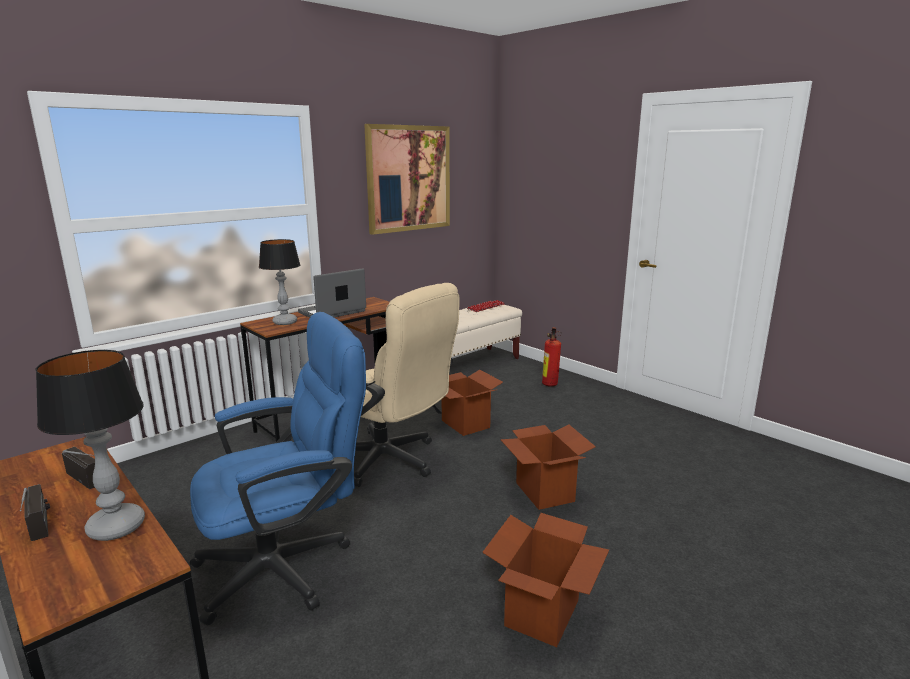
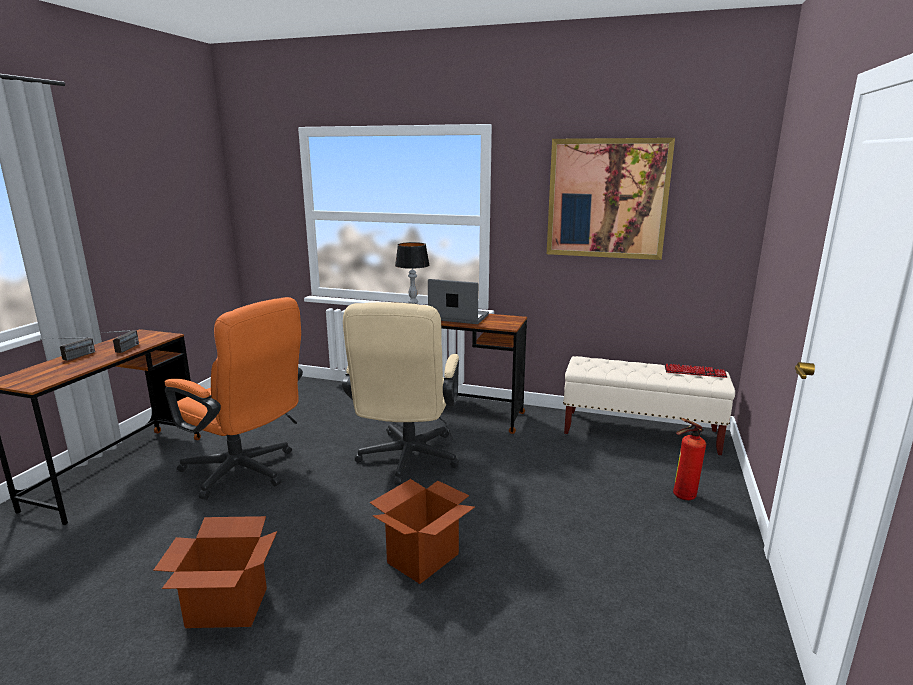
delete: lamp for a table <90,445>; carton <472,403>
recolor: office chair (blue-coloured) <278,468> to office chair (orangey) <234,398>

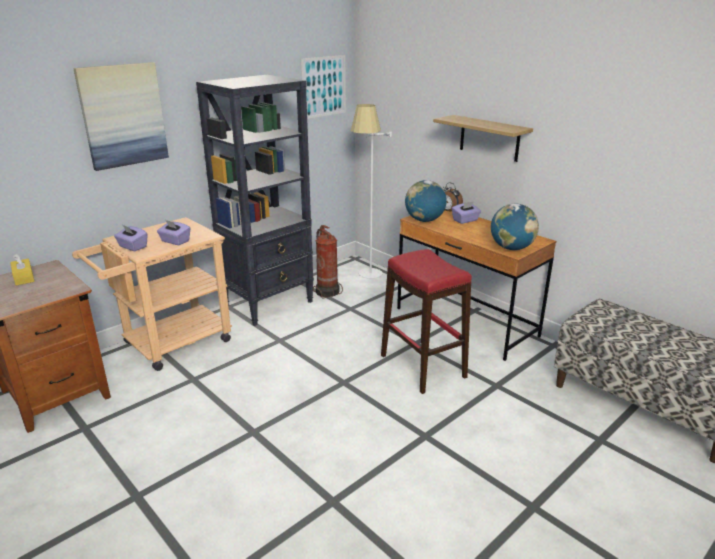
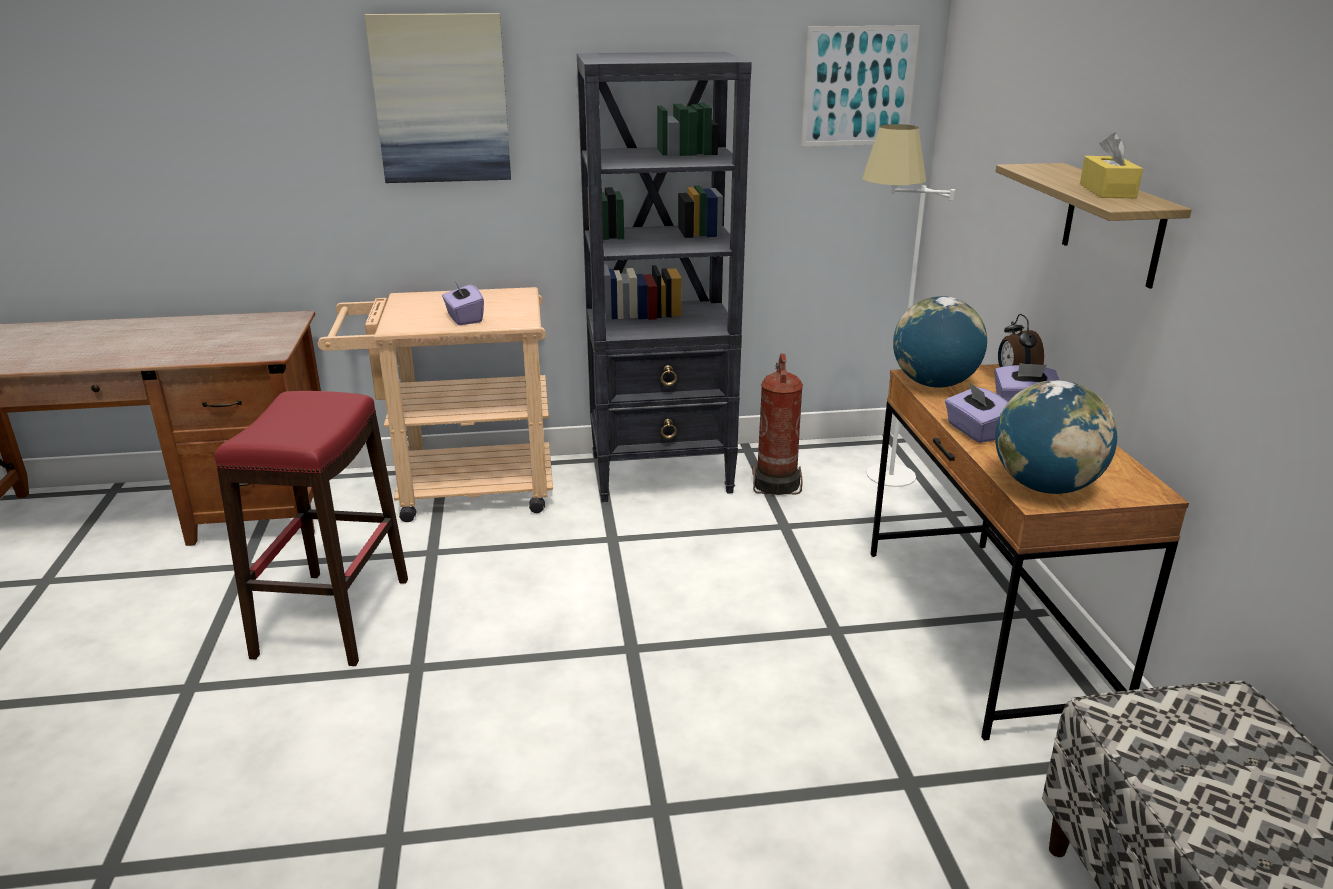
move: box of tissues (yellowish) <22,269> to <1111,165>; box of tissues (purplish) <130,238> to <976,412>; stool seat (red) <426,321> to <311,528>

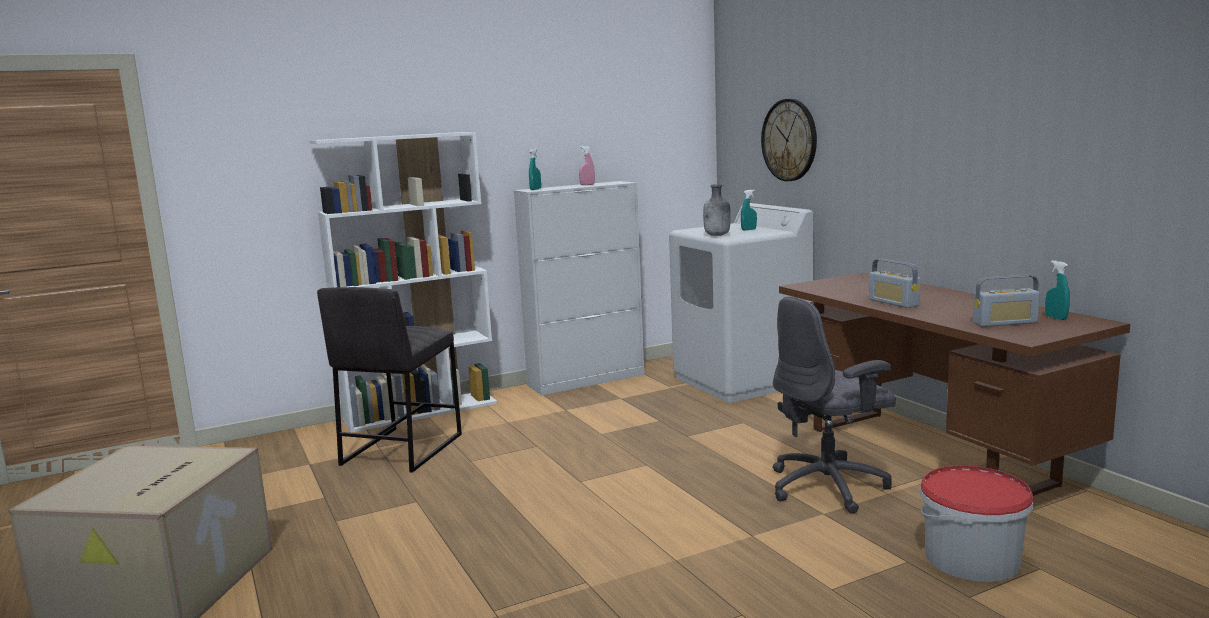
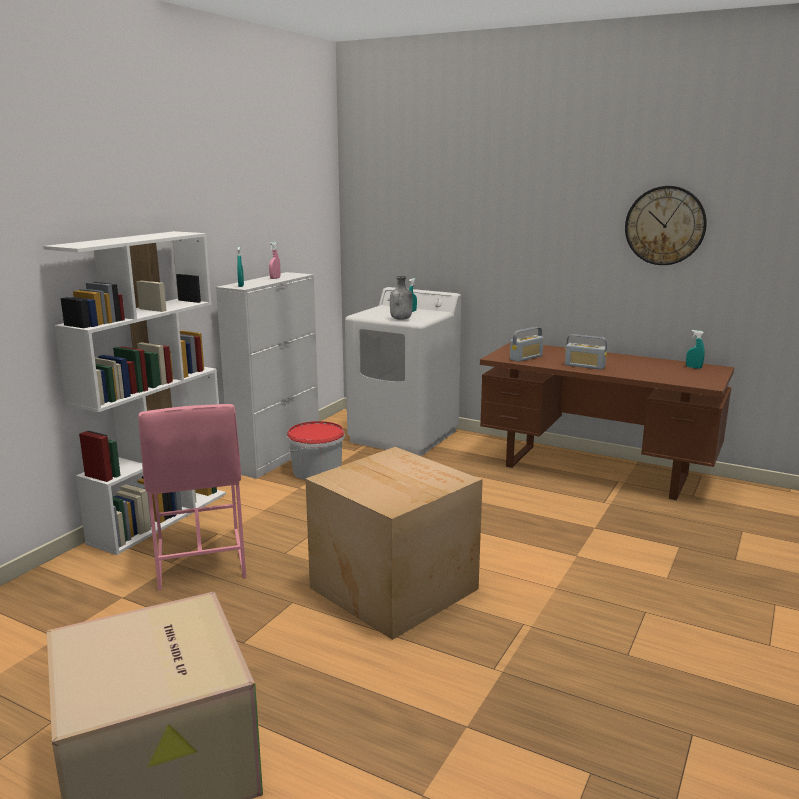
delete: office chair (greyish) <834,405>
insert: carton <394,543>
move: hanging clock <789,140> to <666,225>; water bucket <977,524> to <316,450>; radio set <1006,301> to <527,344>
recolor: stool seat (greyish) <389,380> to stool seat (pink-coloured) <192,497>

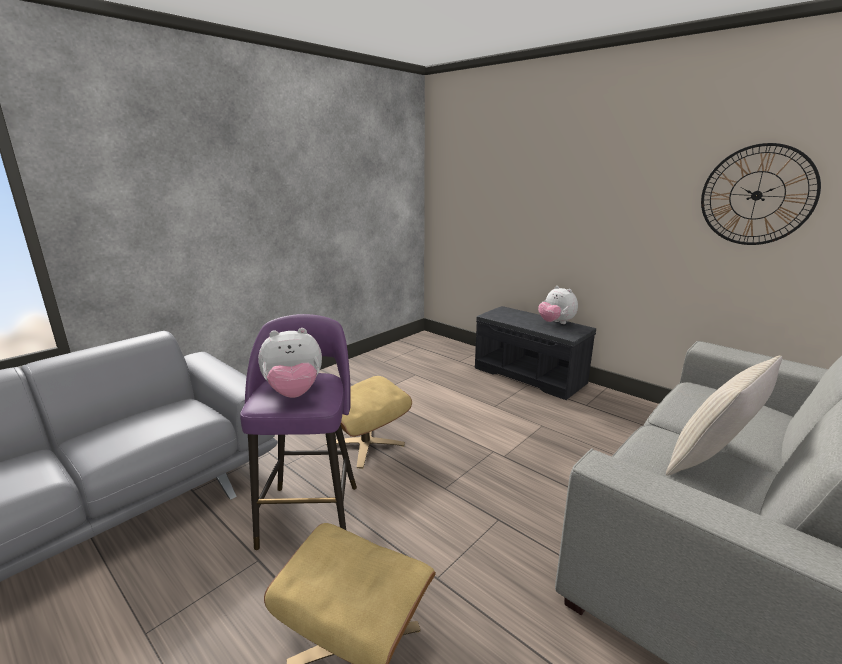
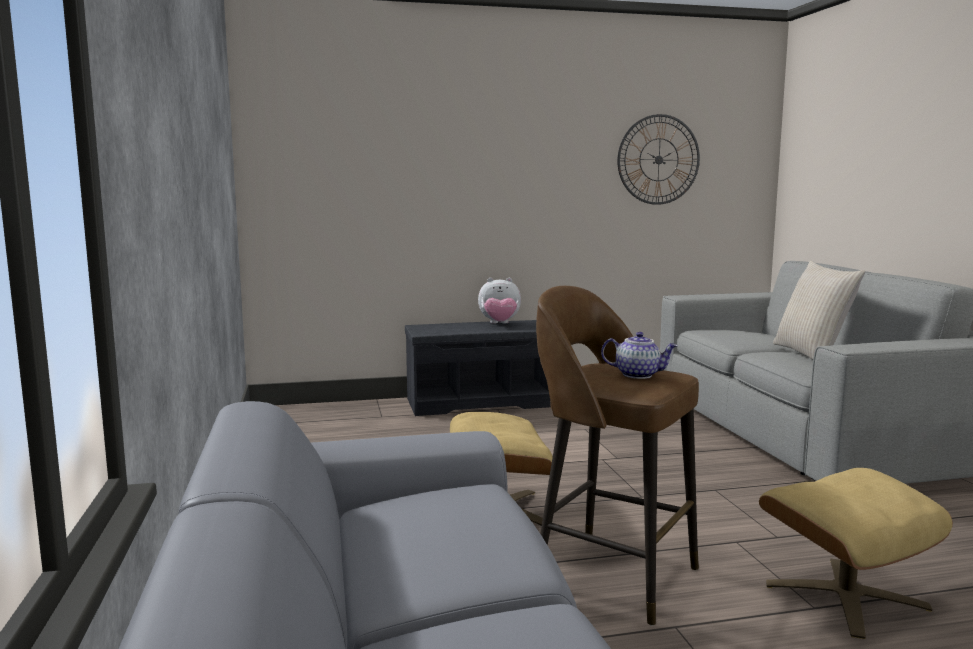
replace: cuddly toy <290,363> to pot for tea <639,355>
recolor: stool seat (purplish) <298,432> to stool seat (brownish) <617,456>

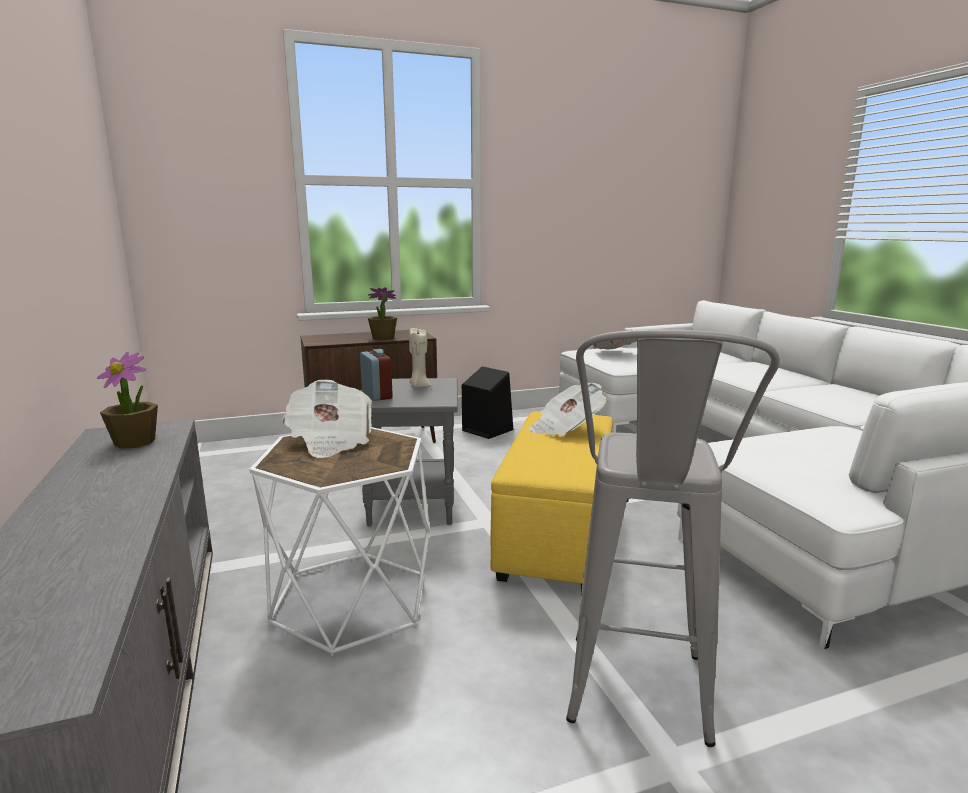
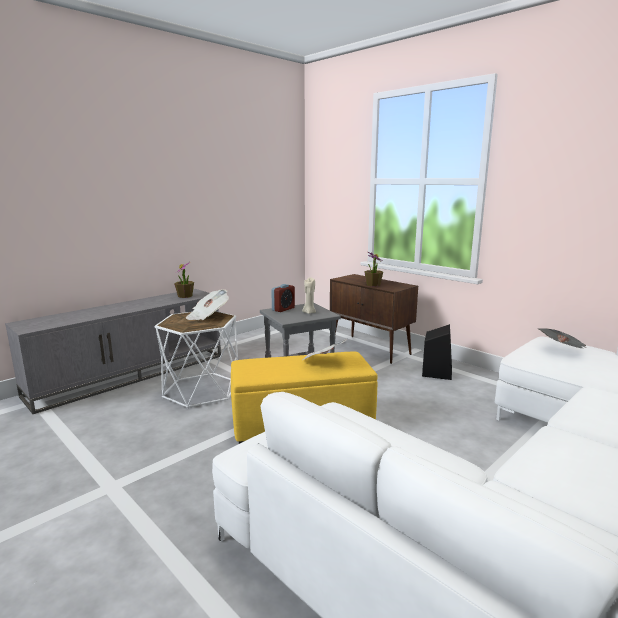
delete: stool seat (greyish) <673,538>

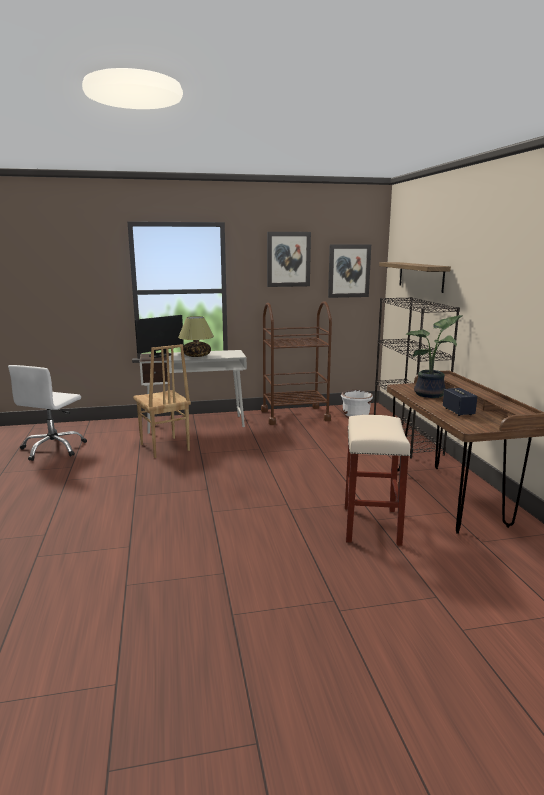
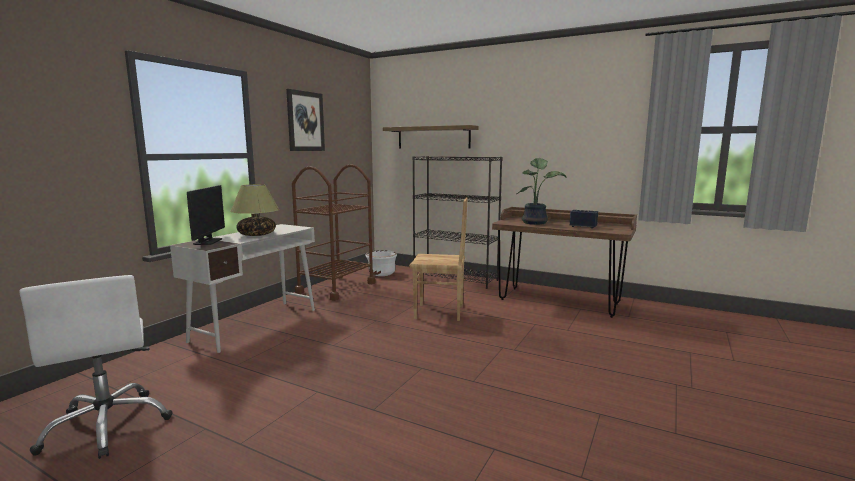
delete: wall picture <349,271>; stool seat (sand-coloured) <377,480>
move: plain chair (brownish) <162,401> to <438,259>

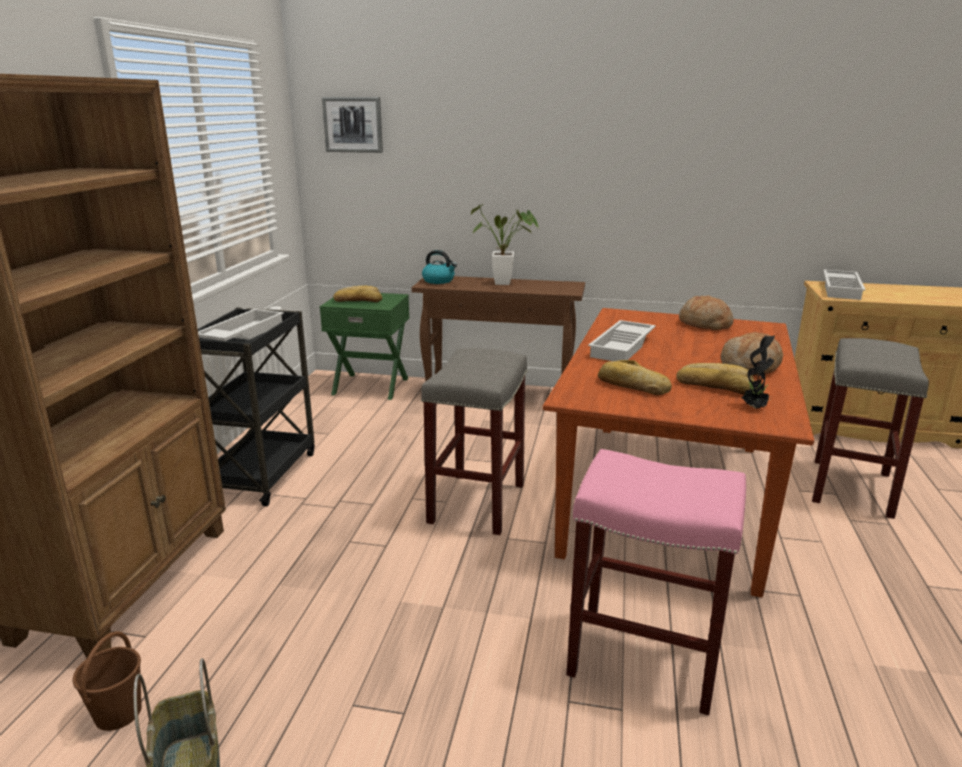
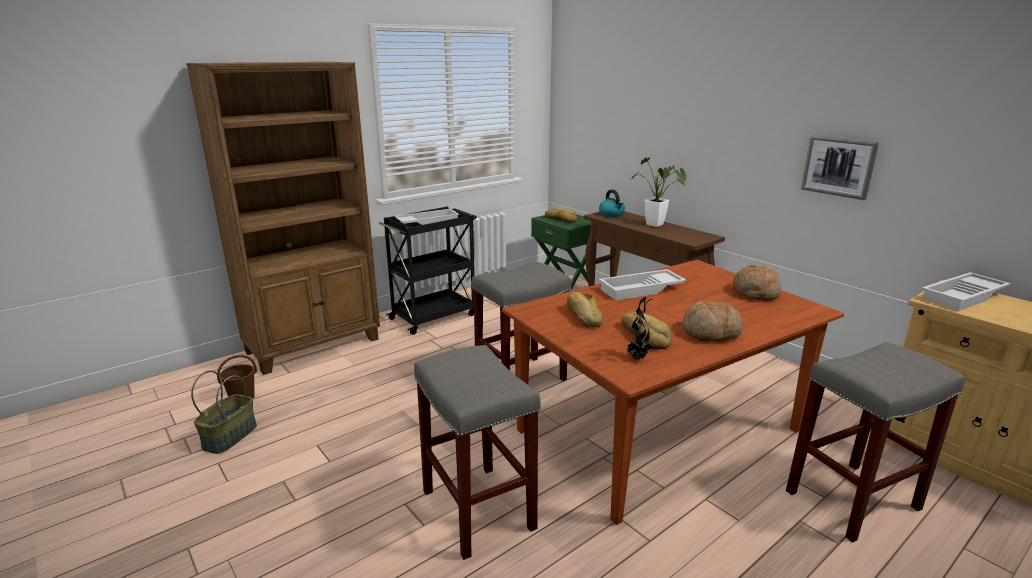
move: wall picture <352,125> to <840,167>
recolor: stool seat (pink-coloured) <656,582> to stool seat (greyish) <477,452>

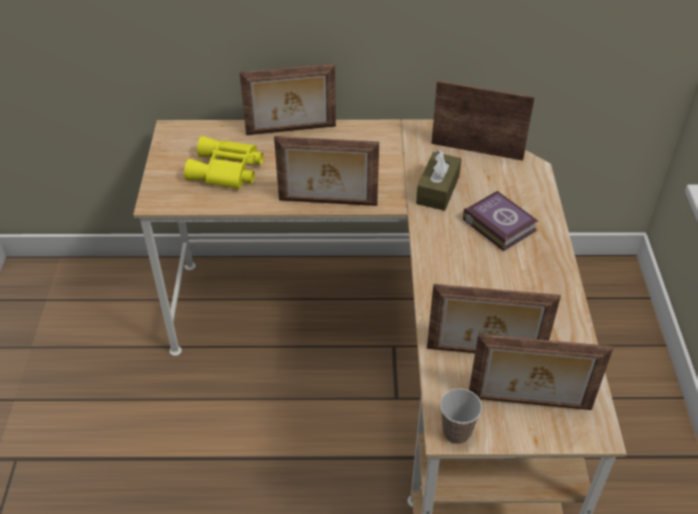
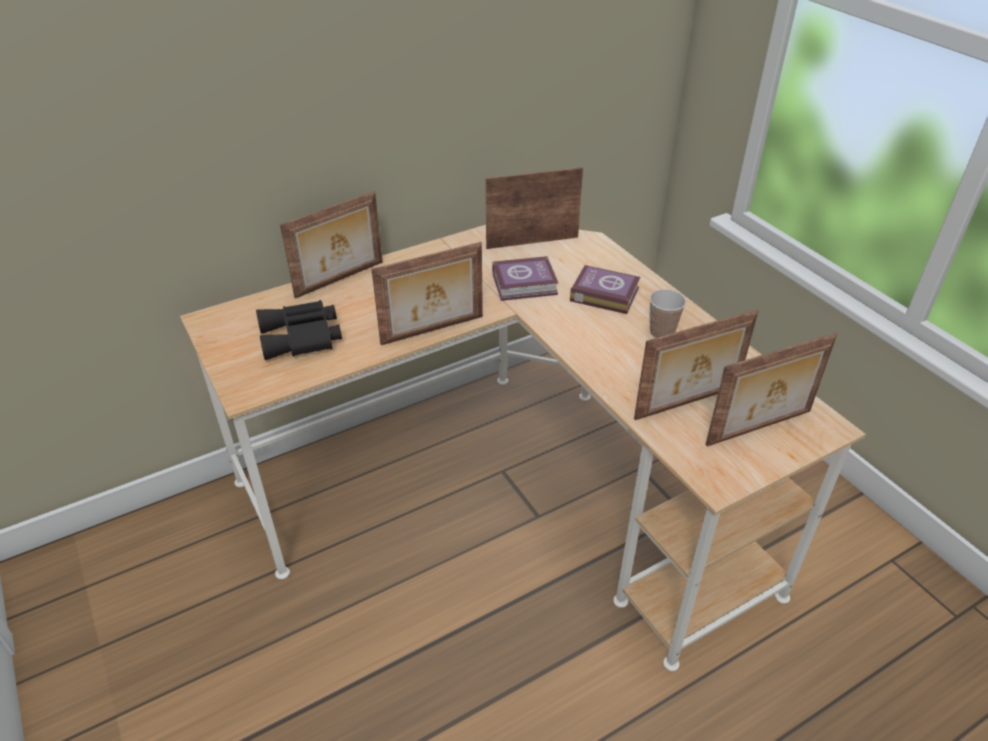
move: drinking cup <461,416> to <667,313>
replace: box of tissues (brownish) <438,180> to book <525,278>
recolor: binoculars (yellowish) <223,163> to binoculars (black) <299,330>

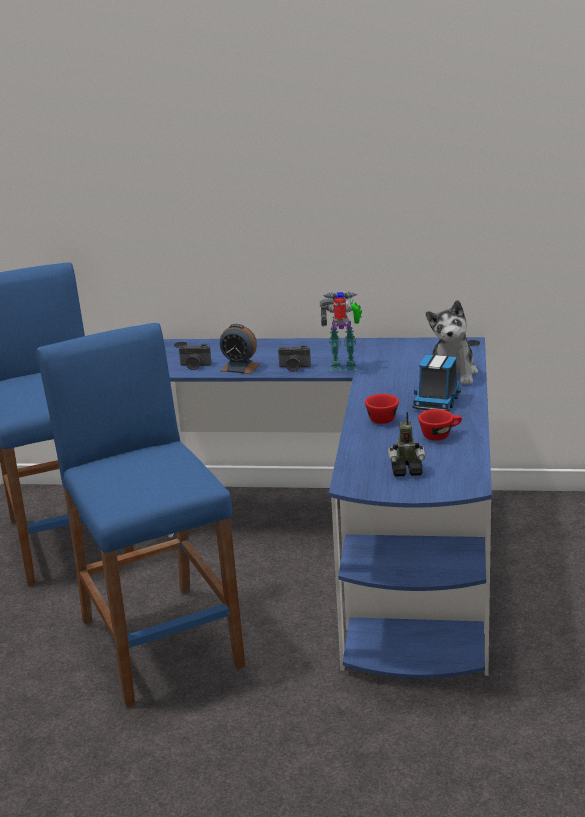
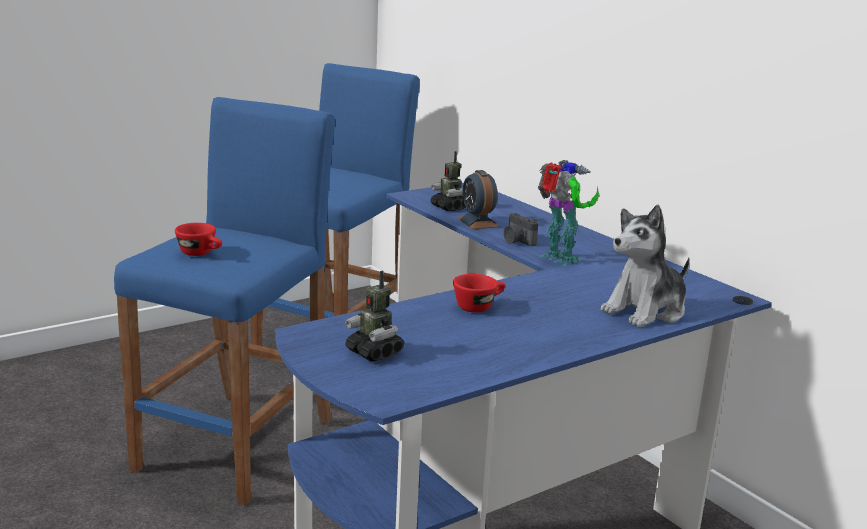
delete: toy lorry <437,382>
move: drinking cup (red) <440,424> to <198,239>
replace: photo camera <195,357> to model robot <447,181>

